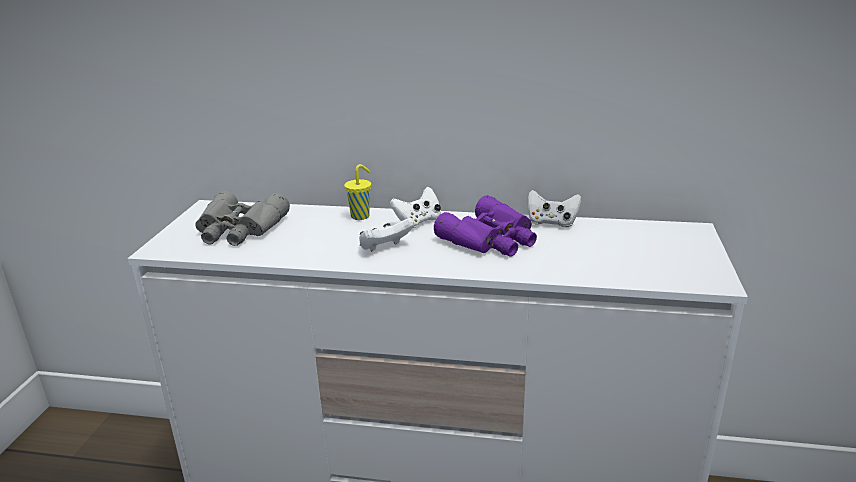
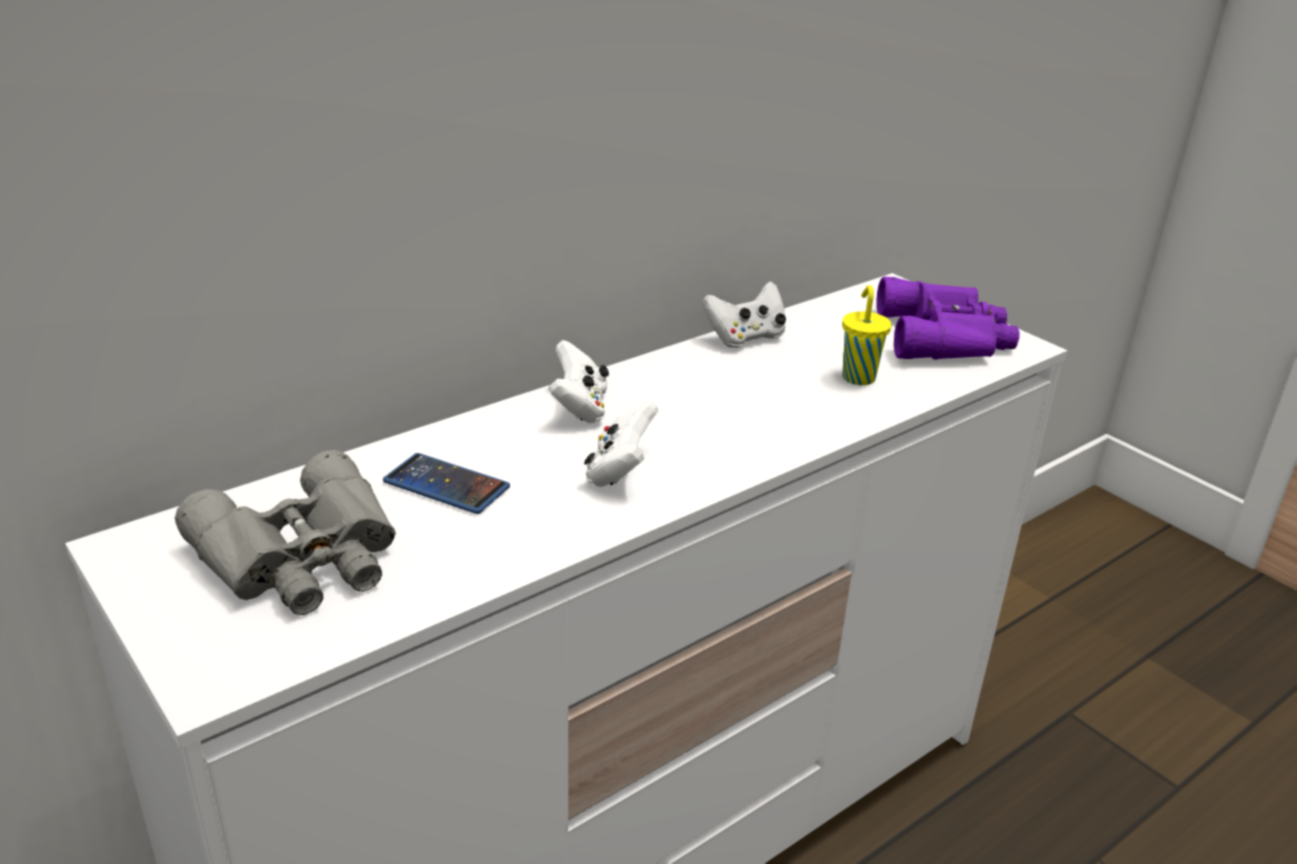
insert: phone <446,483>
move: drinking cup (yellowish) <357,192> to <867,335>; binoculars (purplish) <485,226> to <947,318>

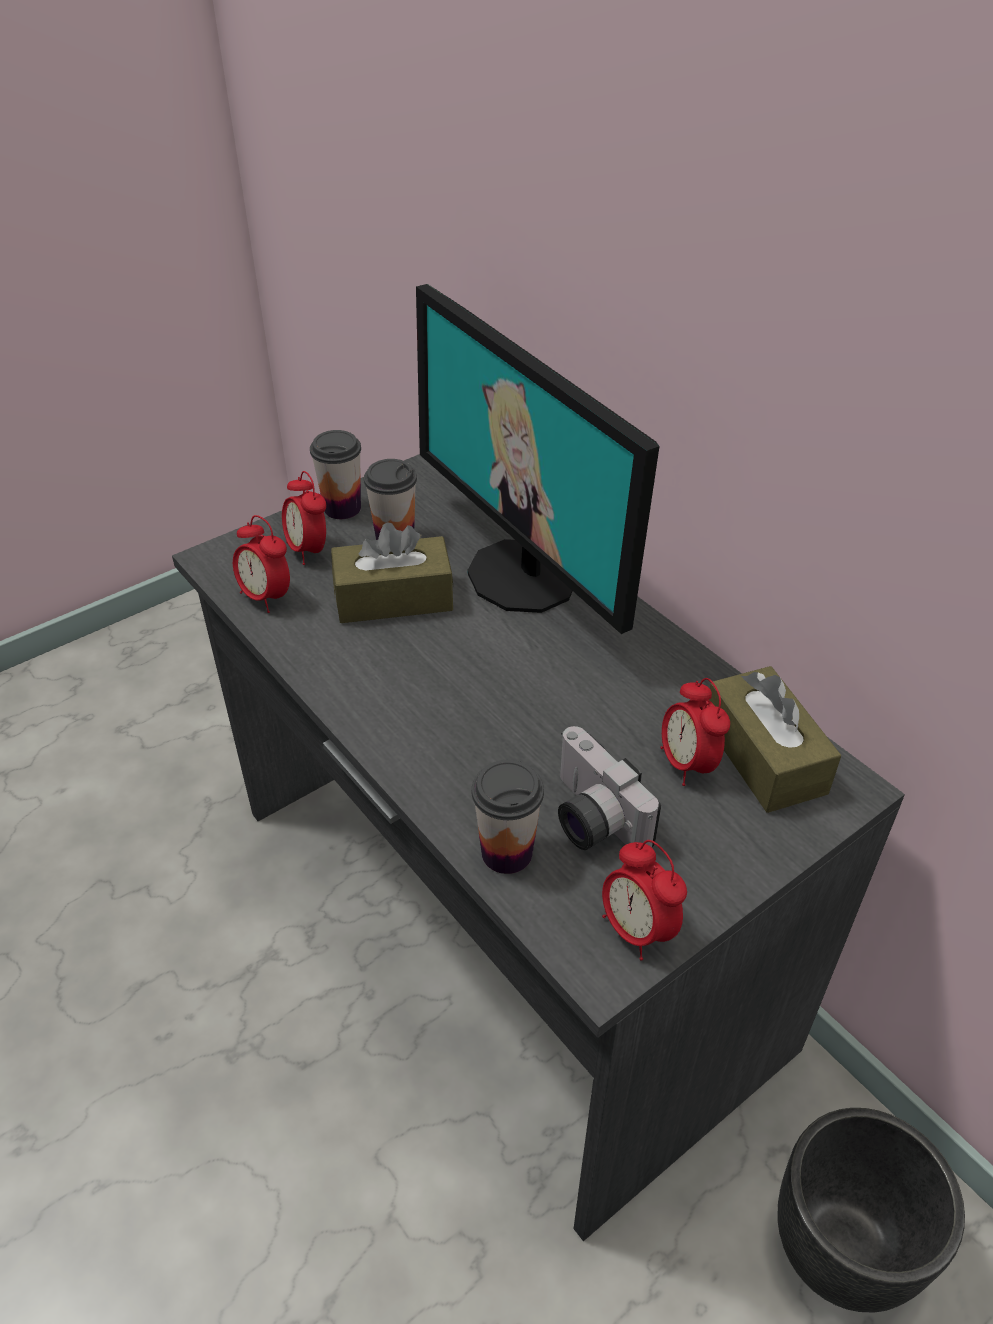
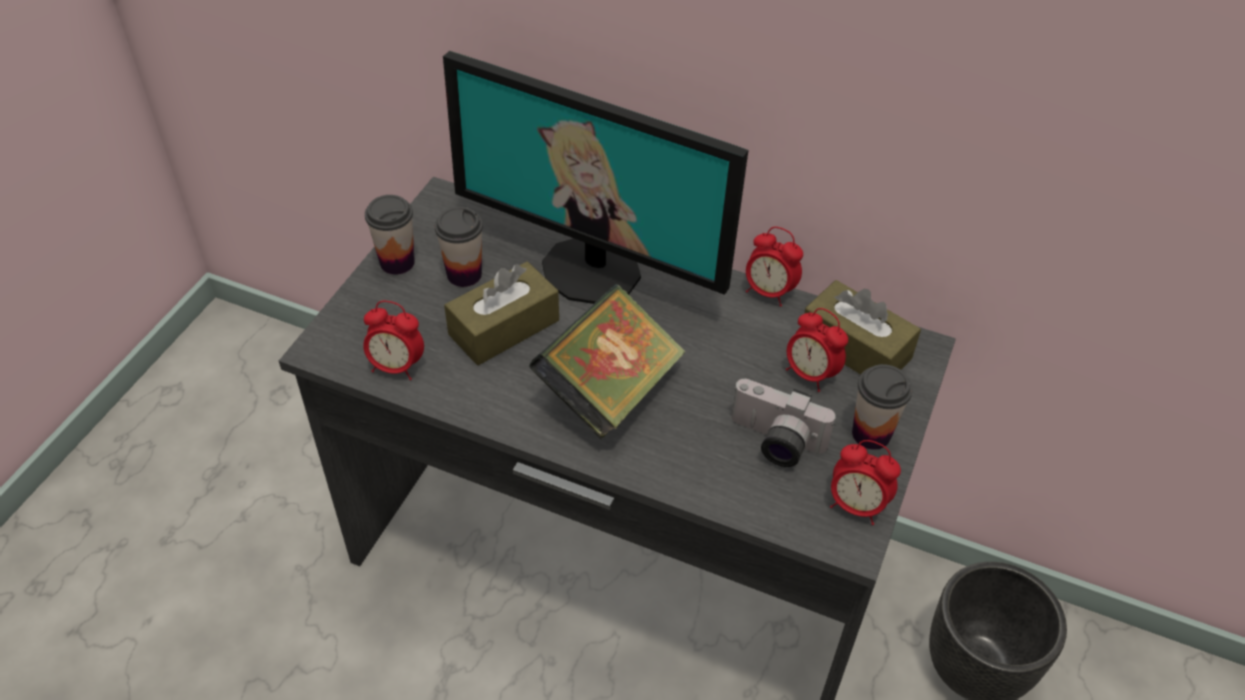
insert: book <607,362>
move: table clock <304,518> to <774,267>; drinking cup <508,817> to <882,407>

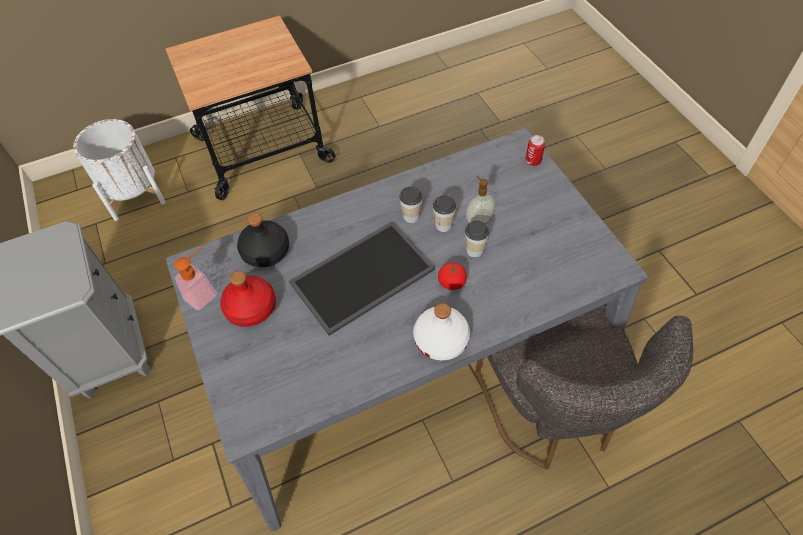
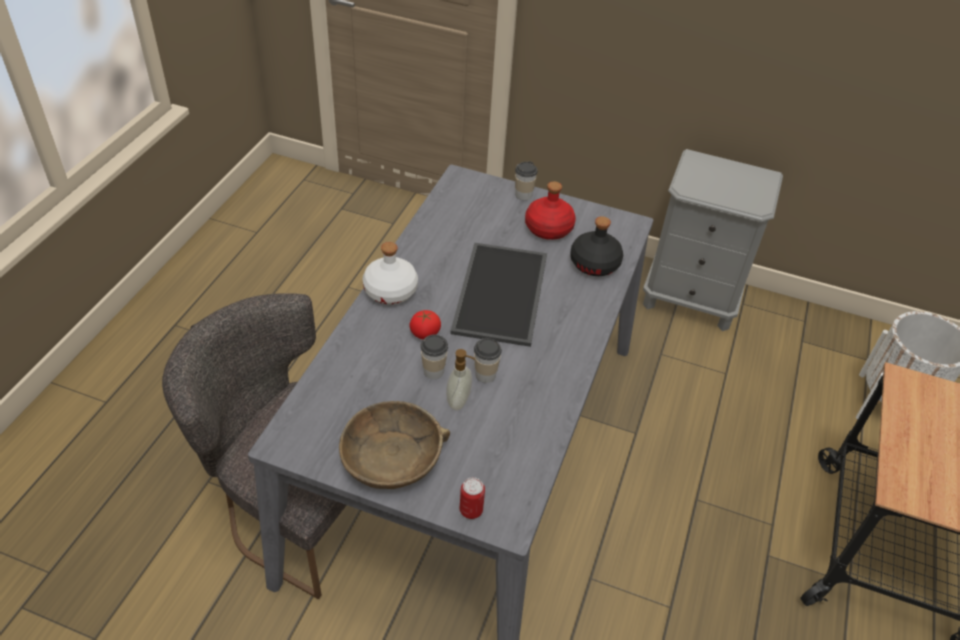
delete: soap bottle <195,278>
insert: bowl (brownish) <394,445>
move: drinking cup <410,204> to <526,181>

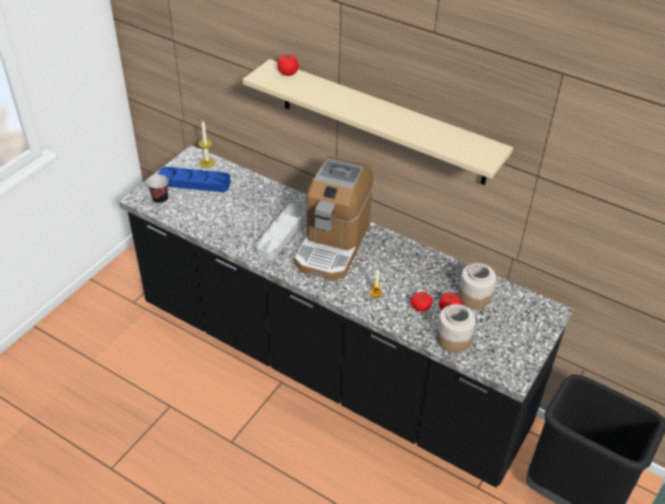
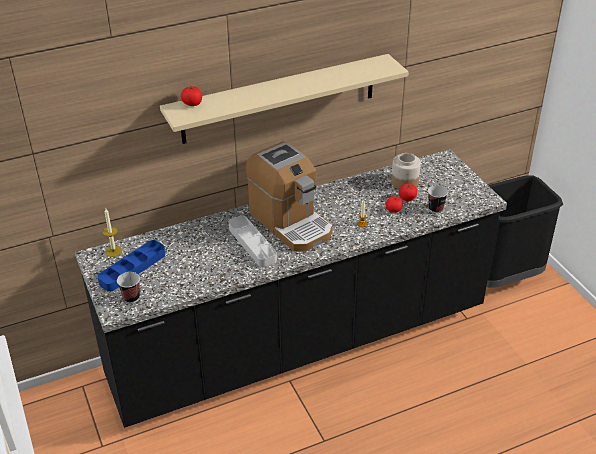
replace: jar <456,328> to drinking cup <438,199>

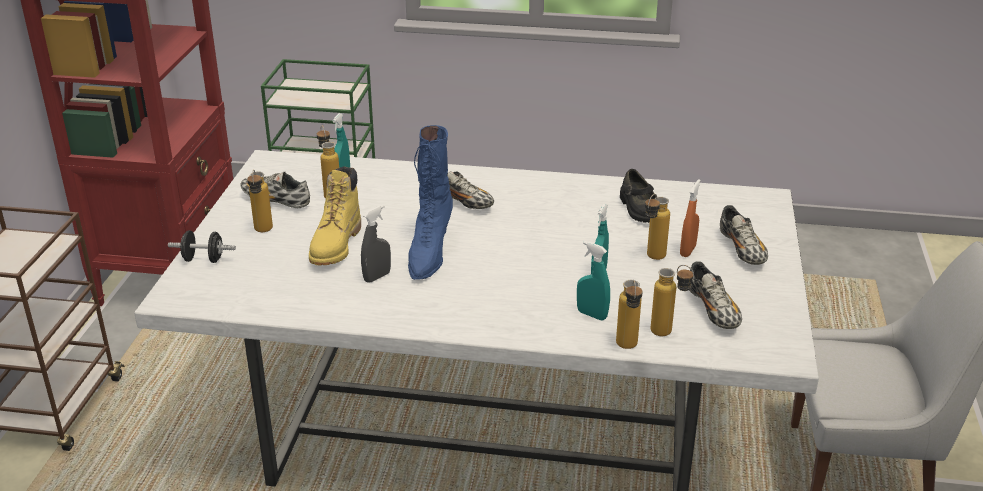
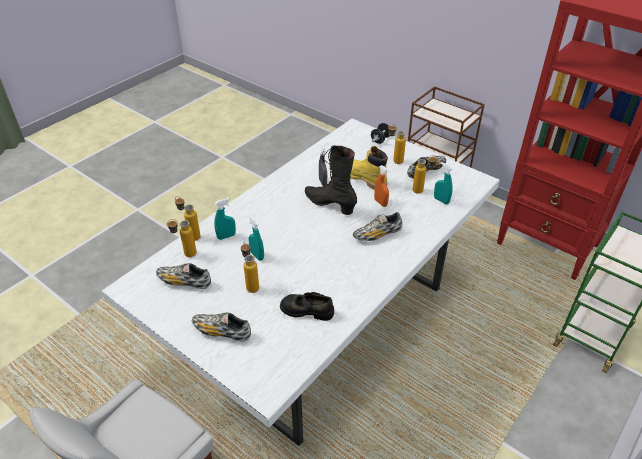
move: spray bottle (orangey) <690,218> to <381,186>
recolor: boot (blue-coloured) <430,202> to boot (black) <331,180>

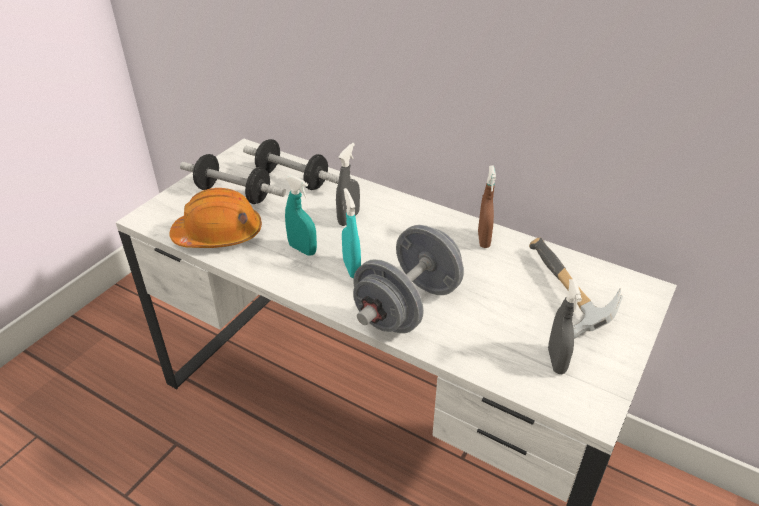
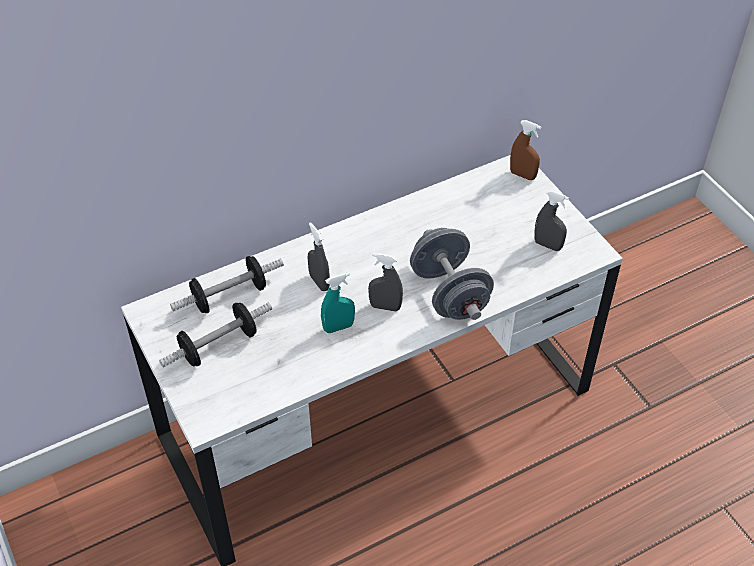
delete: work helmet (orangey) <215,218>; tool hammer <576,288>
move: spray bottle (brownish) <487,206> to <525,150>
recolor: spray bottle (turquoise-coloured) <351,233> to spray bottle (greyish) <385,282>

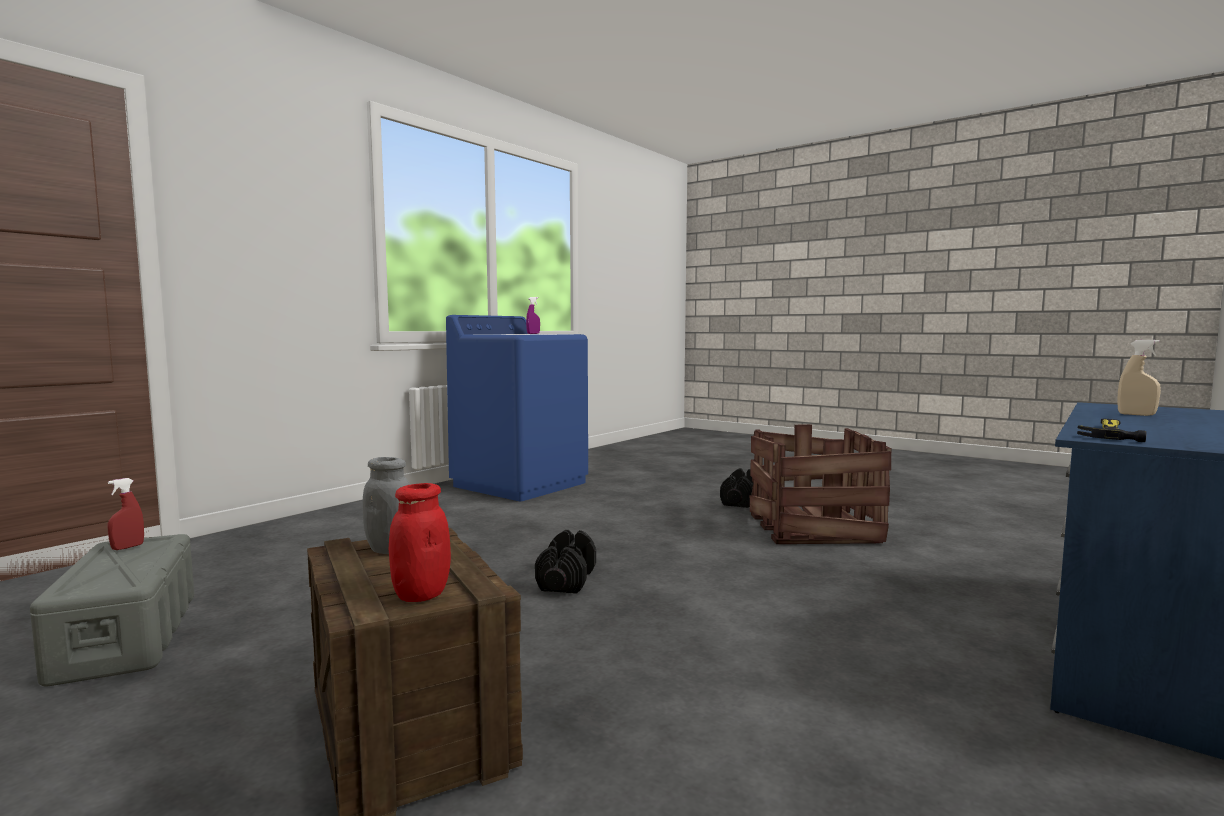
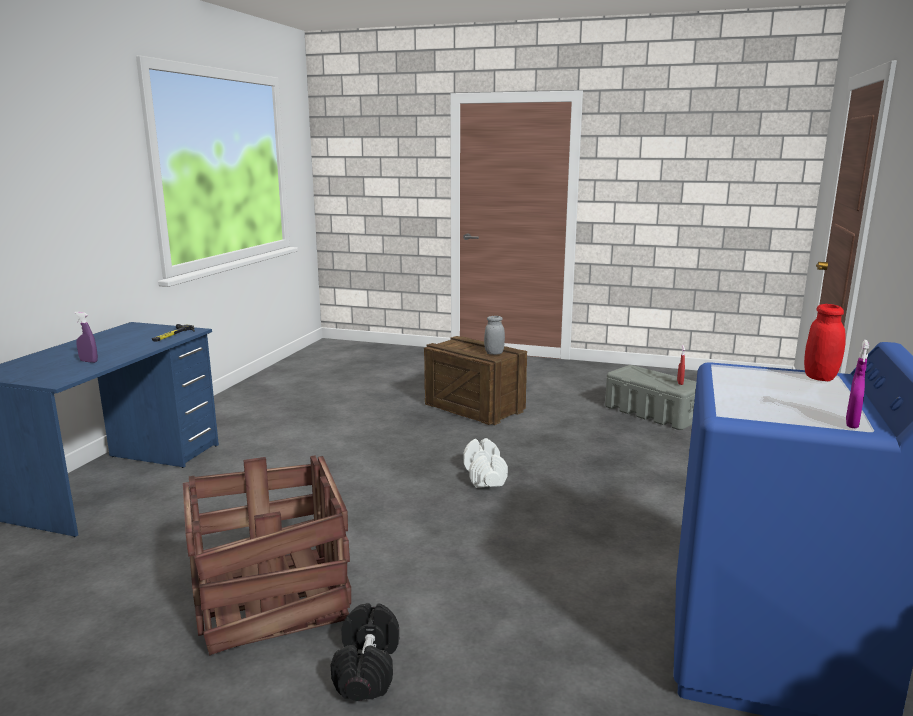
move: jar (red) <420,542> to <825,342>
recolor: hand weight (black) <565,562> to hand weight (white-coloured) <485,463>; spray bottle (sand-coloured) <1139,378> to spray bottle (purplish) <86,337>

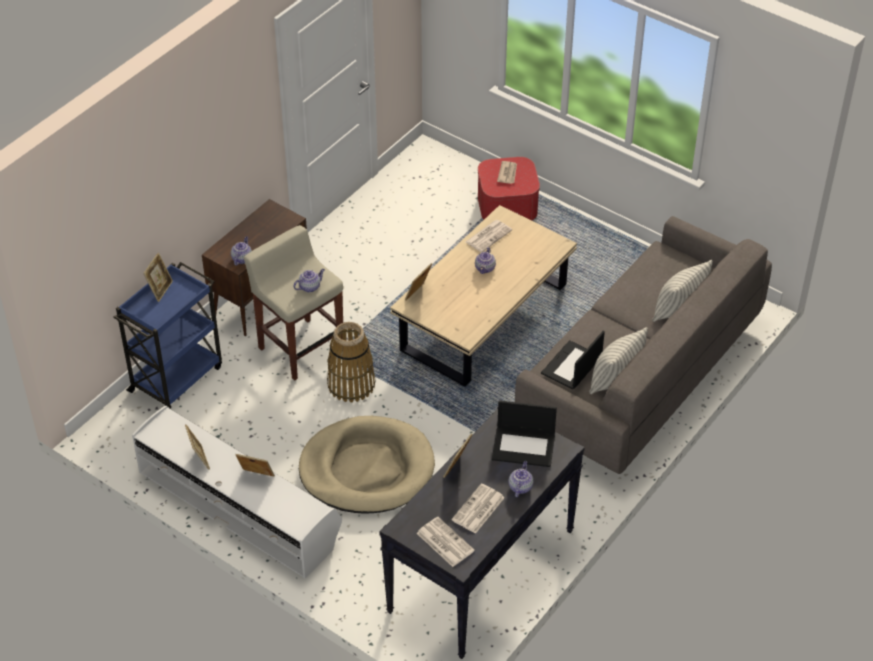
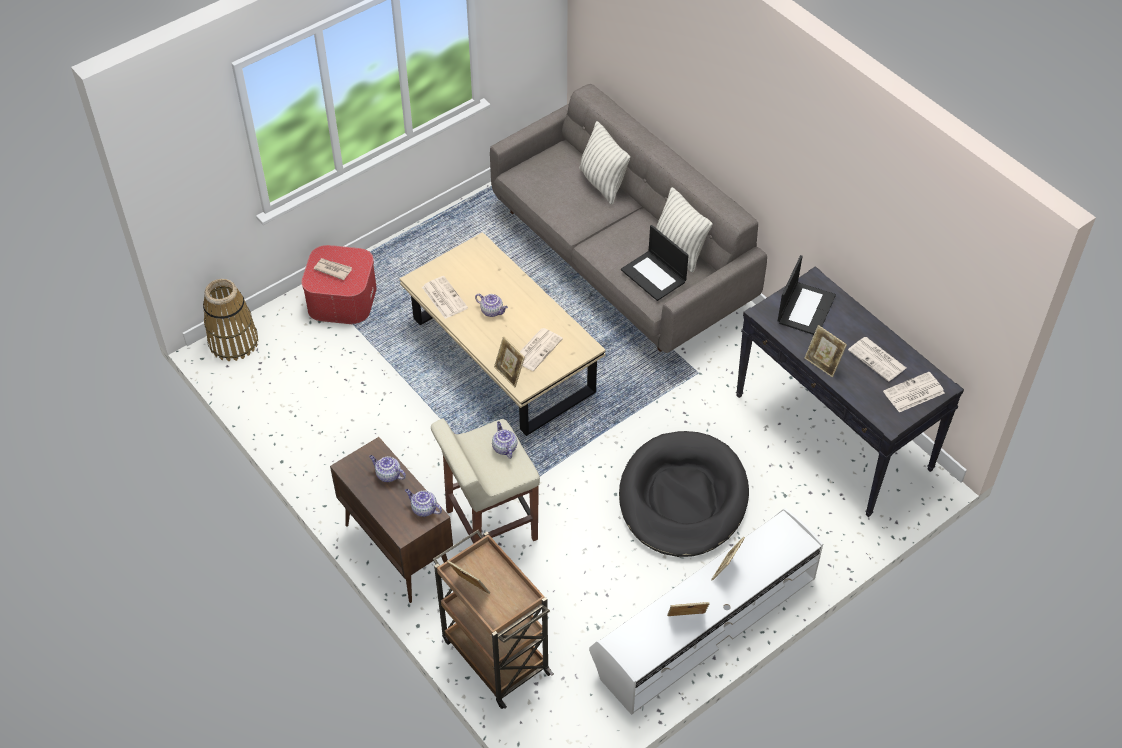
insert: daily paper <541,349>
move: storage basket <351,362> to <230,320>; pot for tea <520,479> to <387,468>
recolor: wheeled cart (blue-coloured) <167,335> to wheeled cart (brownish) <493,619>; pet bed (sand-coloured) <367,465> to pet bed (black) <684,494>

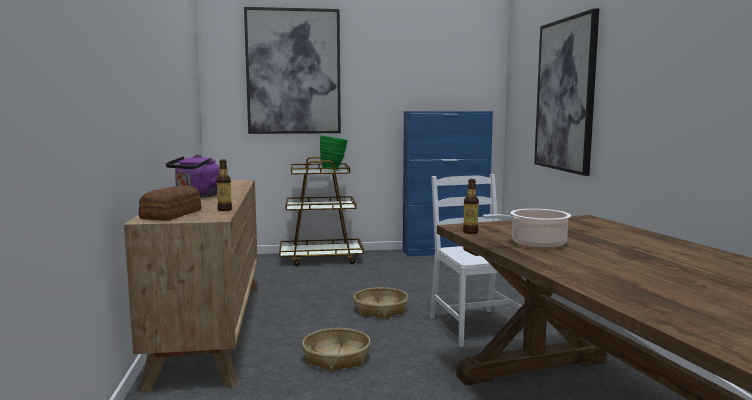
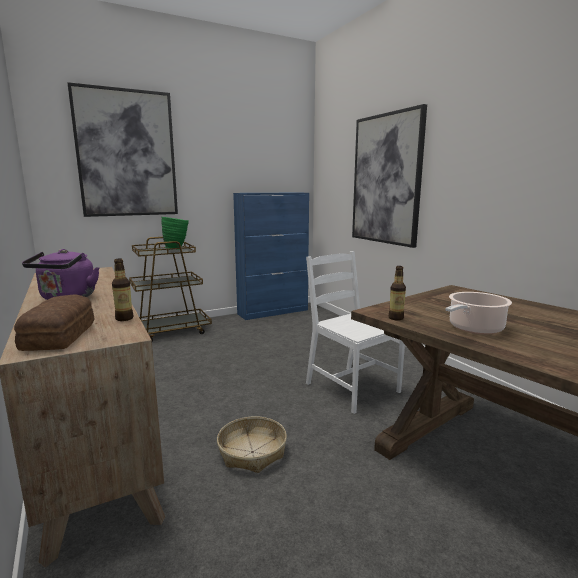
delete: storage basket <381,303>

